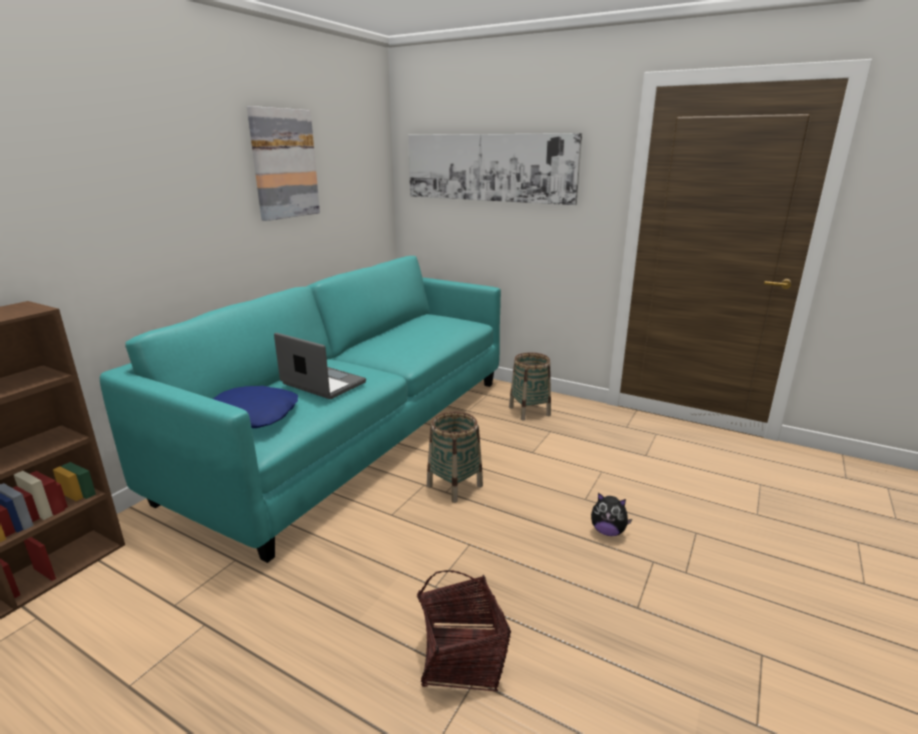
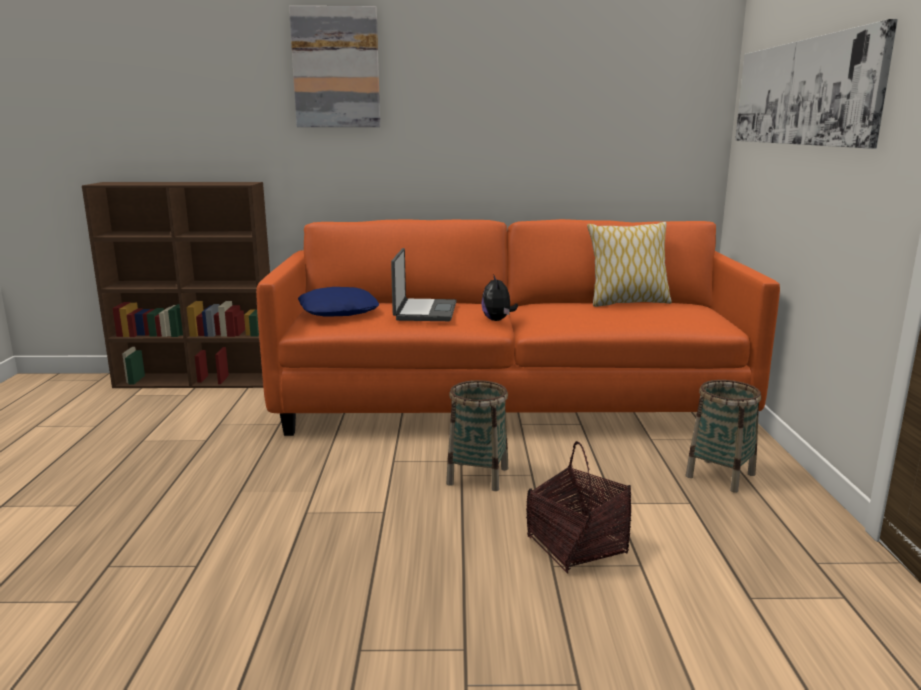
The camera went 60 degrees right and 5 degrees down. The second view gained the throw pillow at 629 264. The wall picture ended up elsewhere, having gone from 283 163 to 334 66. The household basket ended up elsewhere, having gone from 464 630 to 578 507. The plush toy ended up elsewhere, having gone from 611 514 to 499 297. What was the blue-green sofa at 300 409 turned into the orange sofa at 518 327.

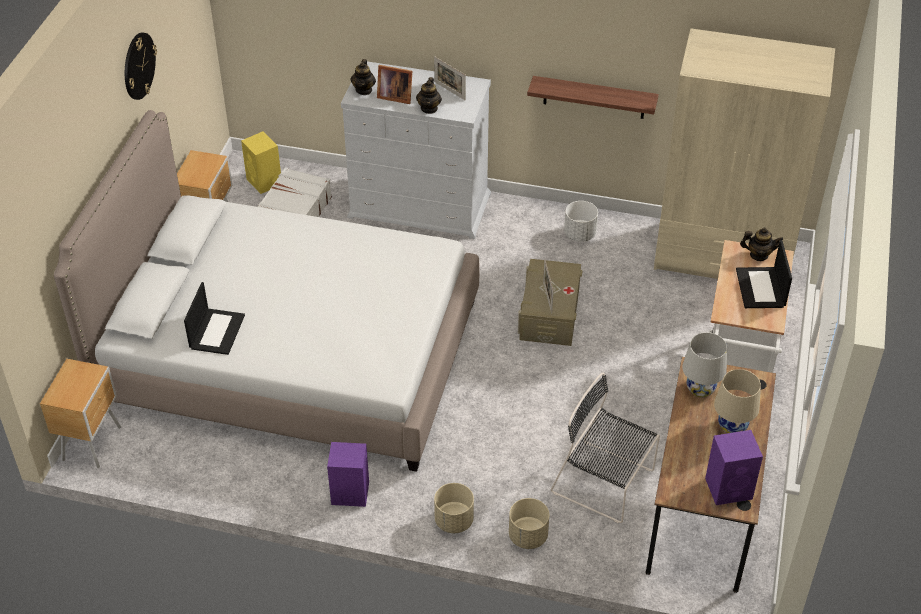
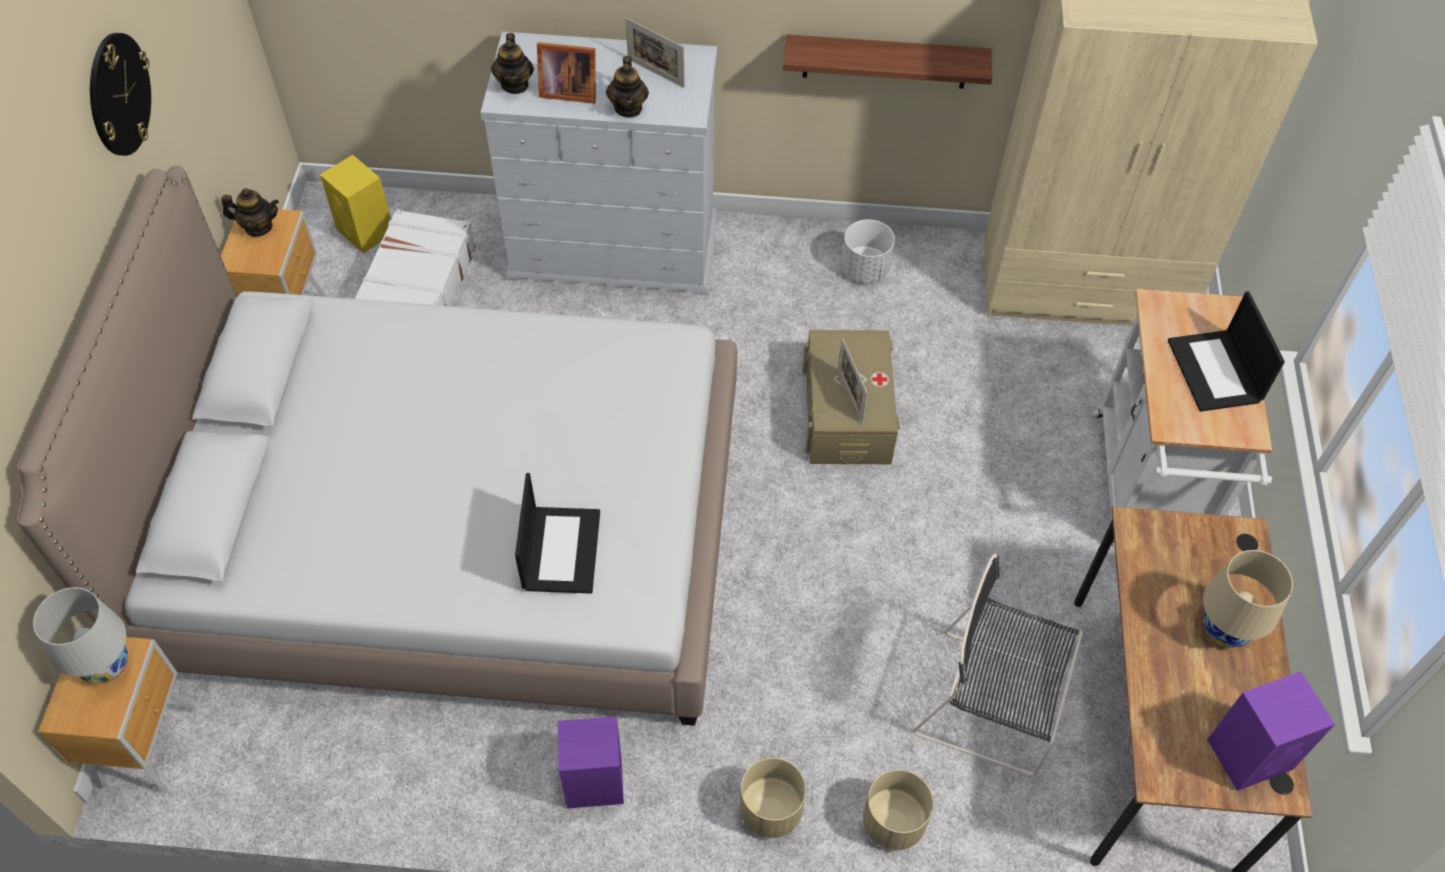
The camera went 10 degrees left and 10 degrees up. The portable computer ended up elsewhere, having gone from 214 318 to 557 533. The whitish lamp for a table ended up elsewhere, having gone from 704 364 to 80 635. The teapot ended up elsewhere, having gone from 761 244 to 250 212.

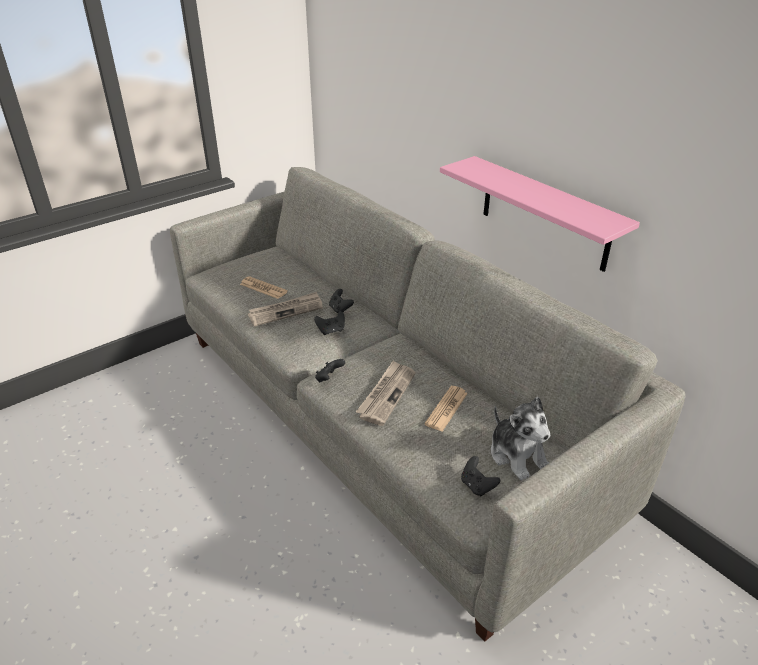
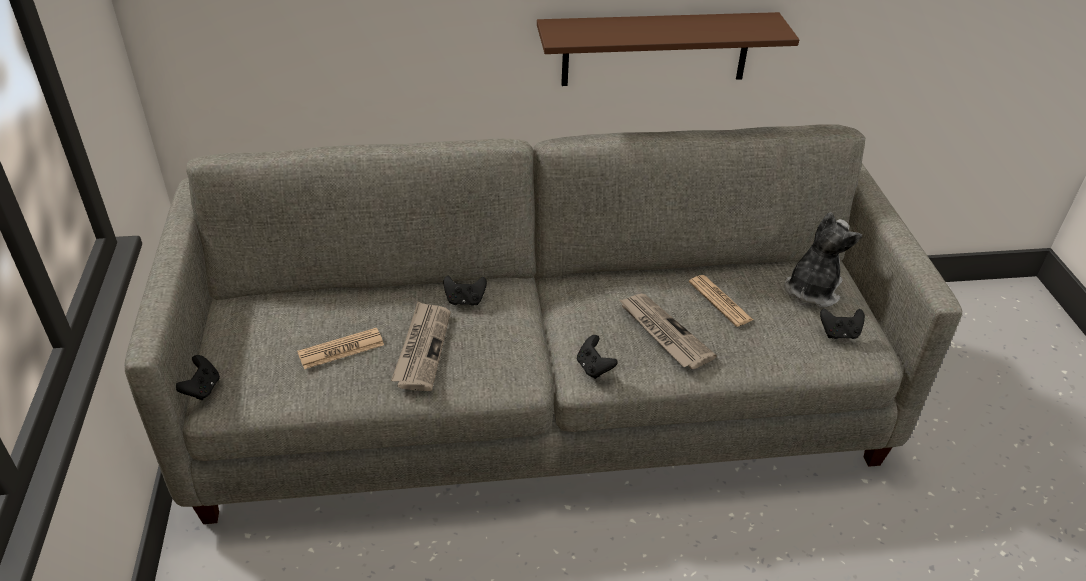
The camera went 60 degrees left and 5 degrees up. The black-coloured game controller ended up elsewhere, having gone from 329 323 to 198 377. What was the pinkish shelf at 540 214 turned into the brown-coloured shelf at 668 49. The plush toy at 521 438 ended up facing another way, 60 degrees counterclockwise from before.

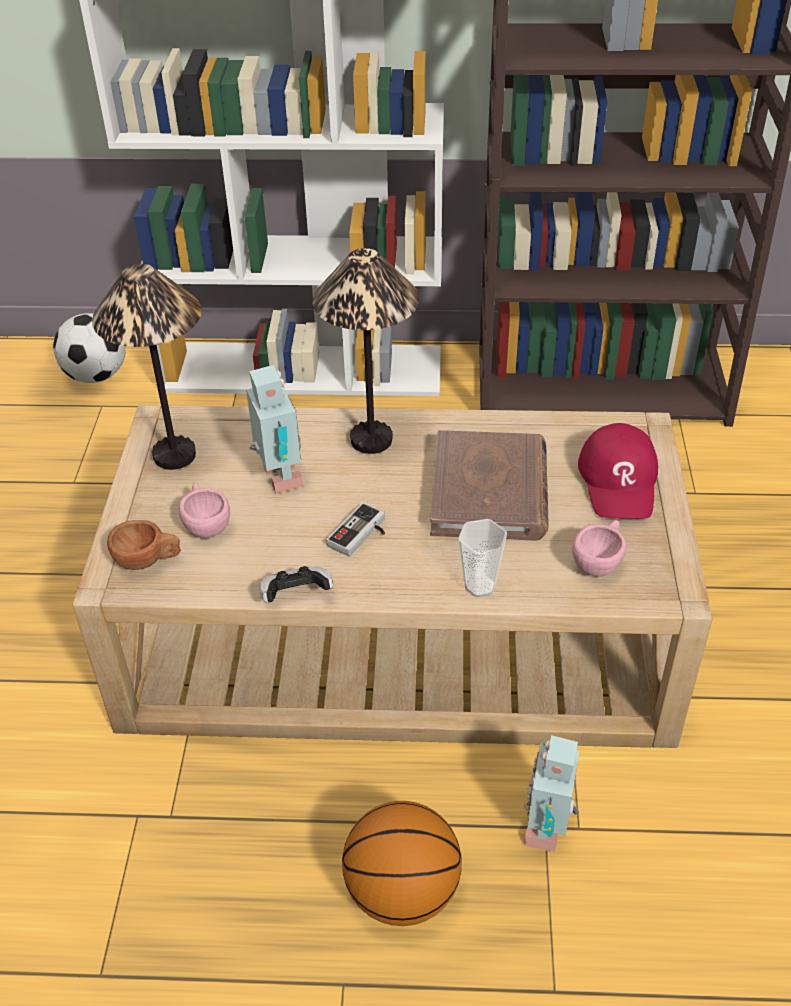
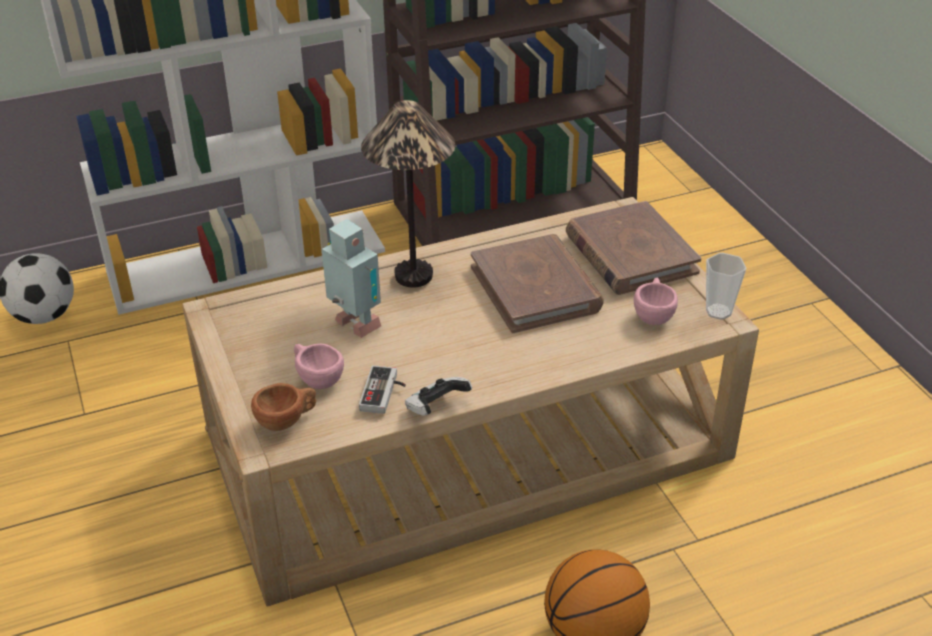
The camera went 25 degrees left and 5 degrees down. The second view lost the lamp for a table at 147 367. The second view lost the model robot at 551 793. The game controller ended up elsewhere, having gone from 355 529 to 382 389. The small cup ended up elsewhere, having gone from 482 558 to 726 286. Where the reddish baseball cap stood at 618 470, the brown-coloured volume came to stand at 633 248.

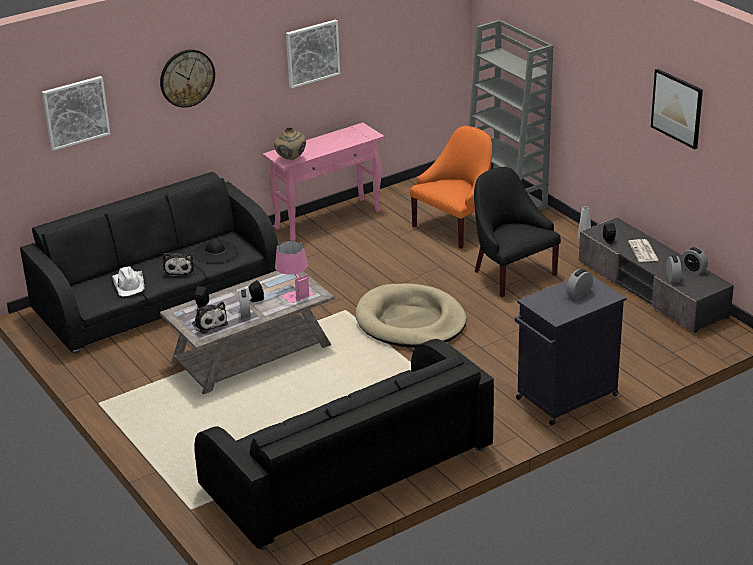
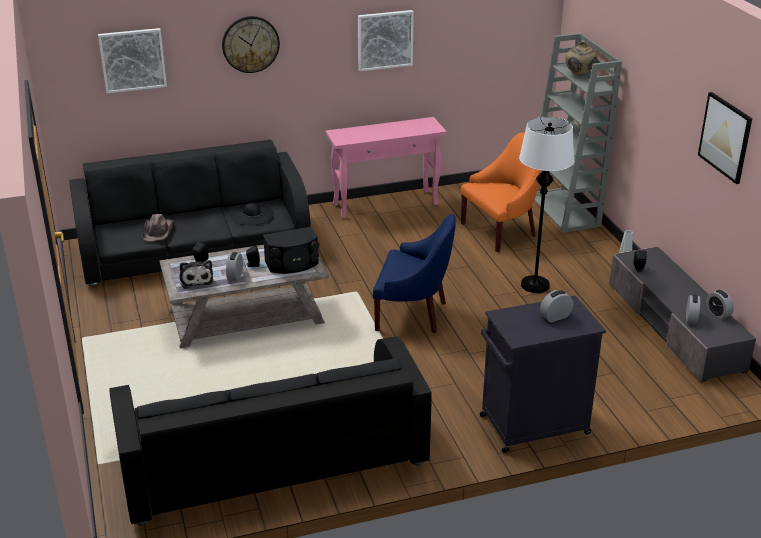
The camera went 15 degrees right and 0 degrees up. The second view lost the plush toy at 178 265. The second view lost the daily paper at 643 250. The beige-coloured vase ended up elsewhere, having gone from 290 143 to 581 59. Where the pinkish lamp for a table stood at 294 272, the black-coloured audio speaker came to stand at 291 250. Where the beige-coloured pet bed stood at 411 316, the blue easy chair came to stand at 414 274. Where the black-coloured easy chair stood at 517 232, the whitish standard lamp came to stand at 547 205. What was the whitish hat at 128 281 turned into the brown-coloured hat at 159 227.

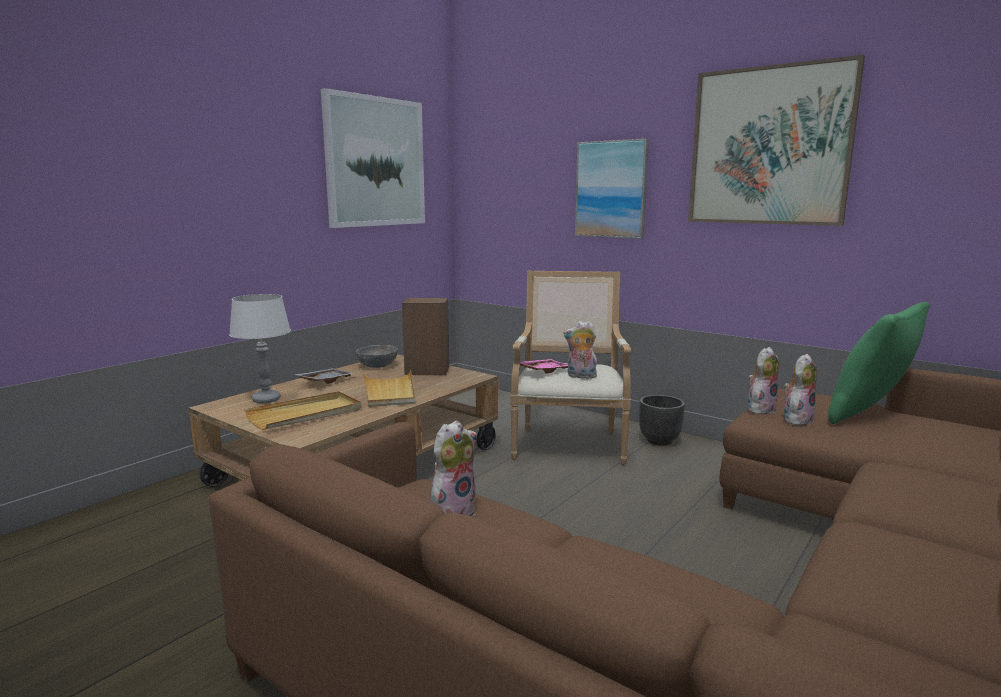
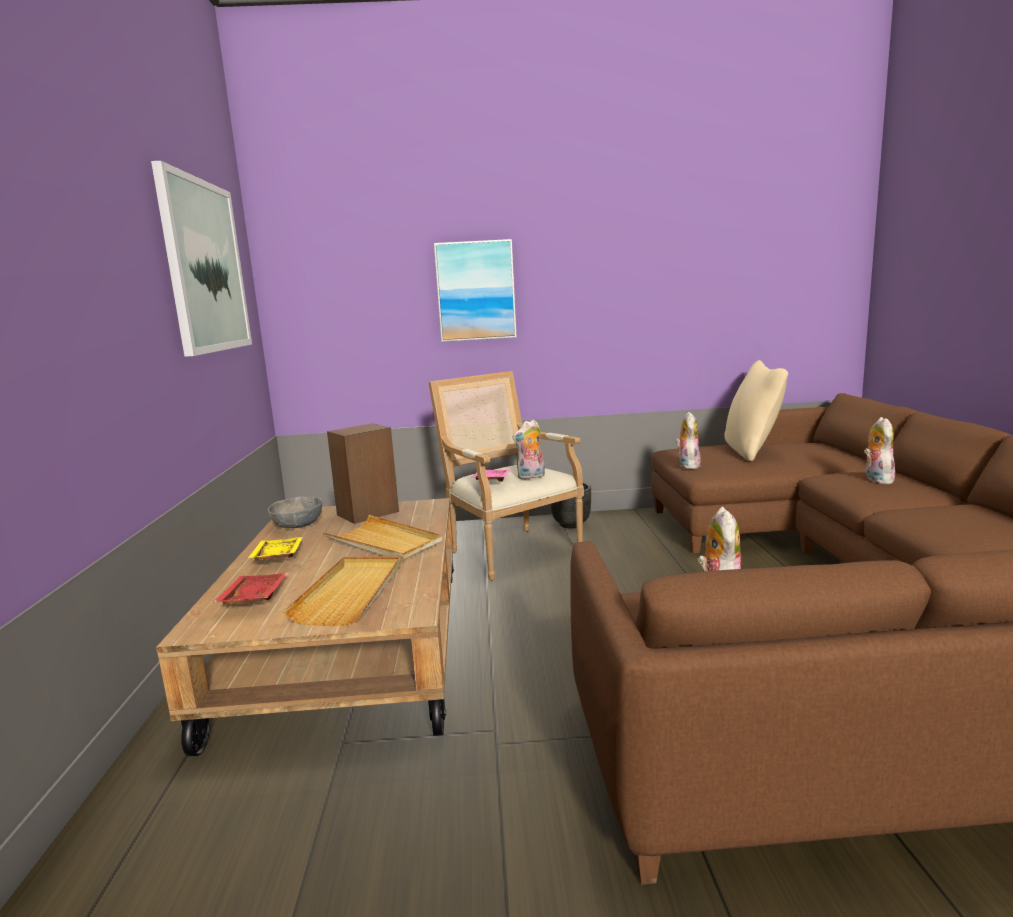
The camera went 40 degrees left and 0 degrees up. The second view lost the wall picture at 776 140. The plush toy ended up elsewhere, having gone from 800 390 to 879 450. Where the grey lamp for a table stood at 260 348, the reddish tray came to stand at 251 588. What was the grey tray at 323 376 turned into the yellow tray at 275 548. What was the green throw pillow at 879 363 turned into the beige-coloured throw pillow at 756 410.

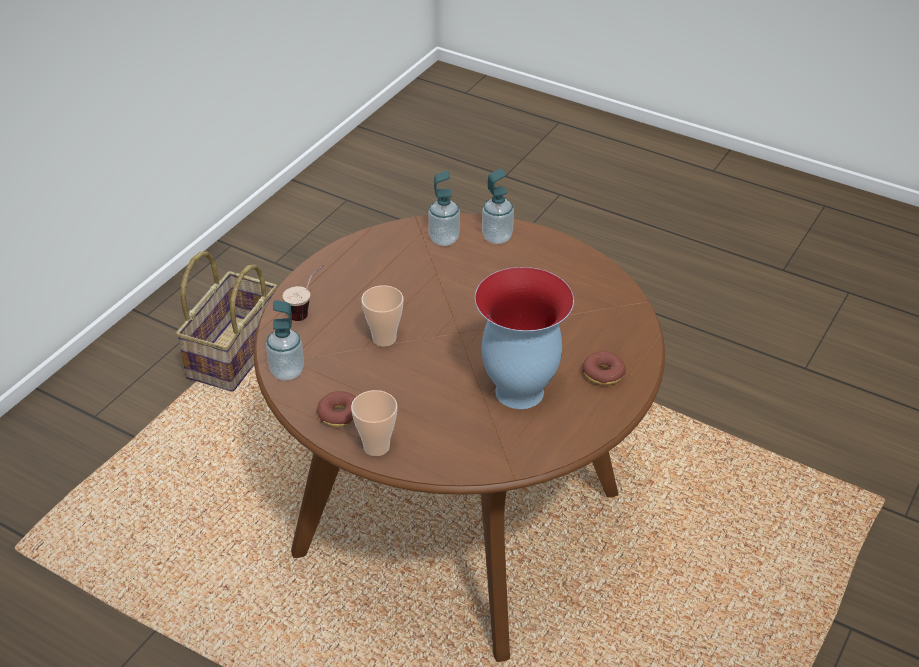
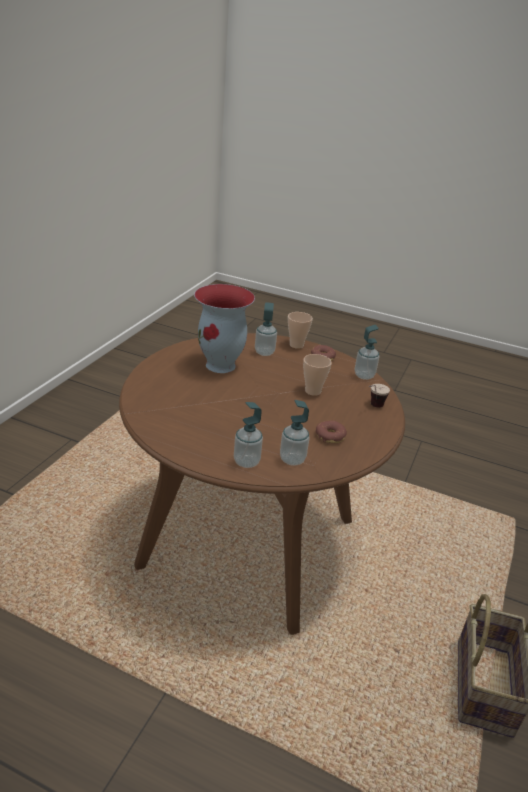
The camera went 170 degrees right and 10 degrees down. The second view gained the soap bottle at 266 329. The doughnut ended up elsewhere, having gone from 604 368 to 331 431.

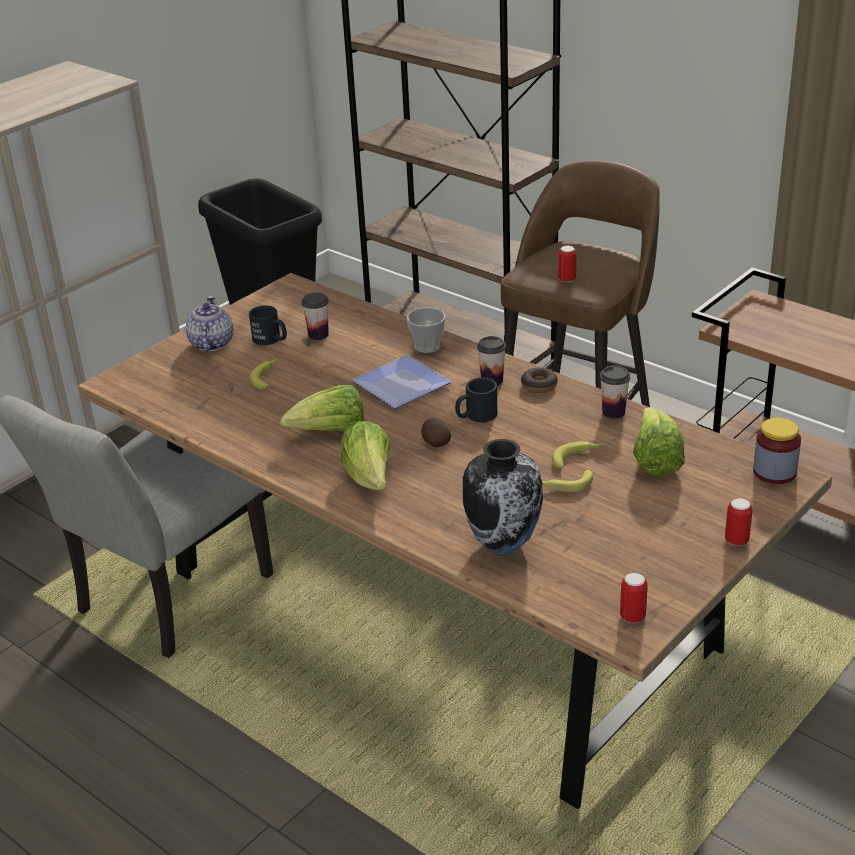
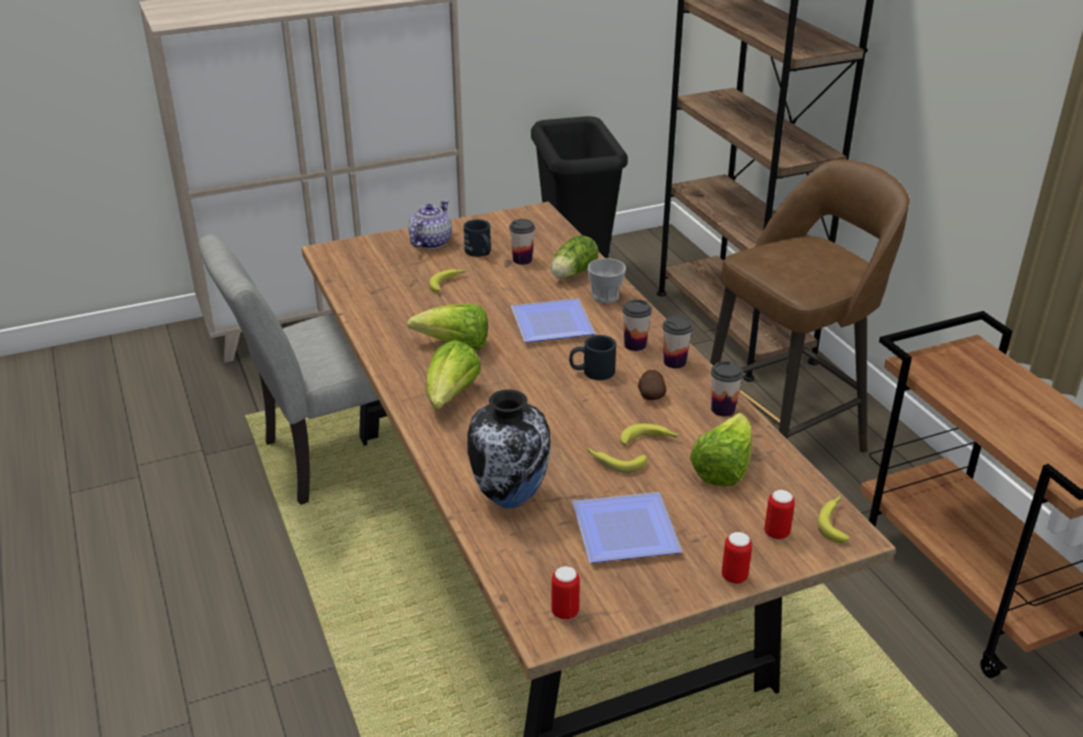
The camera went 25 degrees right and 0 degrees up. The second view gained the lettuce at 575 256. The second view gained the plate at 627 527. The potato ended up elsewhere, having gone from 436 433 to 652 385. The metal can ended up elsewhere, having gone from 567 264 to 779 515. Where the doughnut stood at 539 380, the small cup came to stand at 677 342. Where the storage jar stood at 777 451, the banana came to stand at 833 519.

